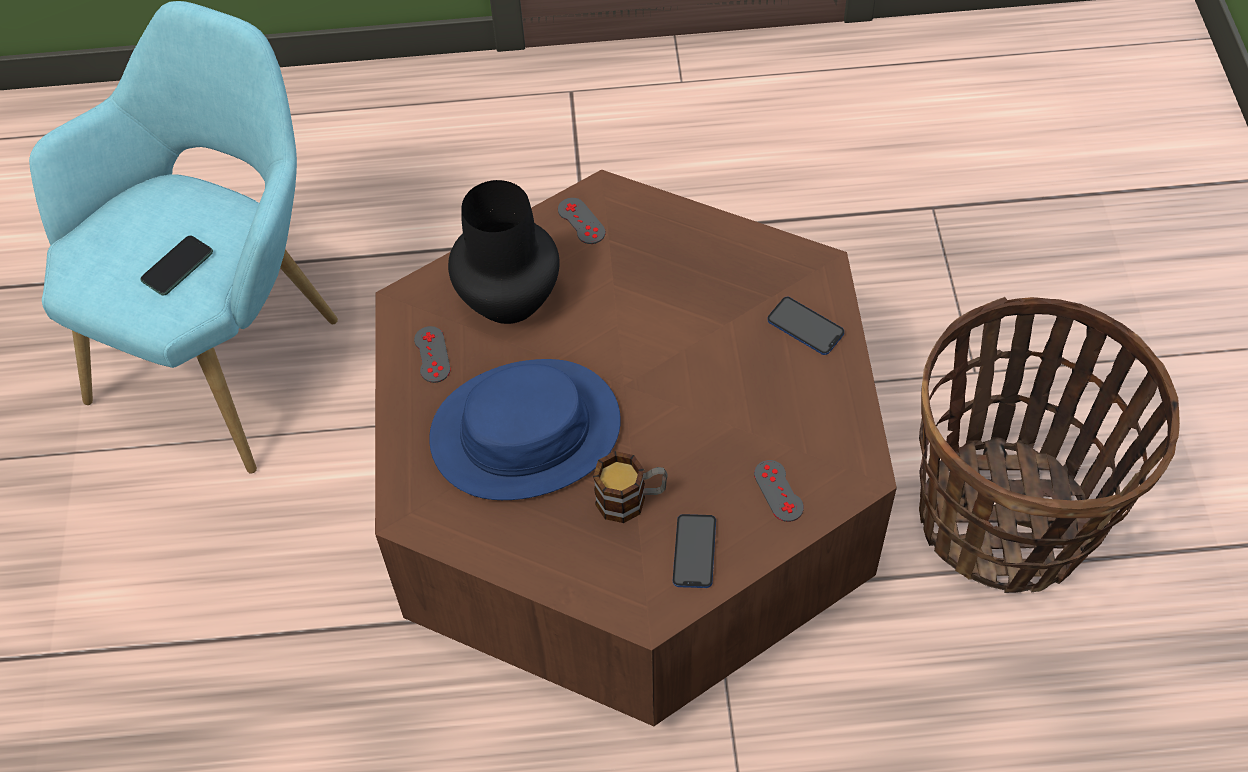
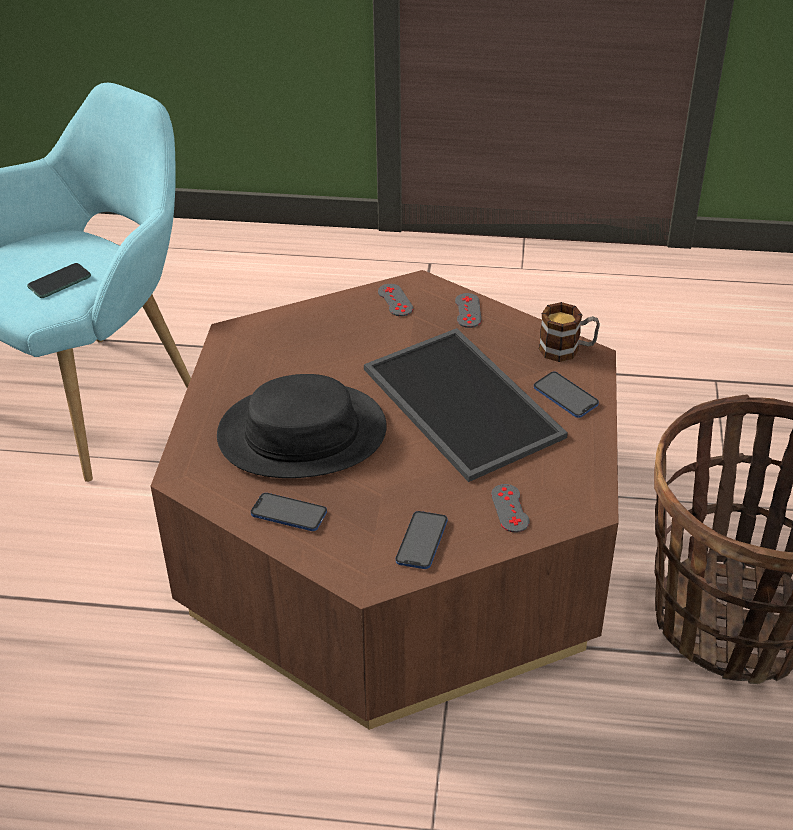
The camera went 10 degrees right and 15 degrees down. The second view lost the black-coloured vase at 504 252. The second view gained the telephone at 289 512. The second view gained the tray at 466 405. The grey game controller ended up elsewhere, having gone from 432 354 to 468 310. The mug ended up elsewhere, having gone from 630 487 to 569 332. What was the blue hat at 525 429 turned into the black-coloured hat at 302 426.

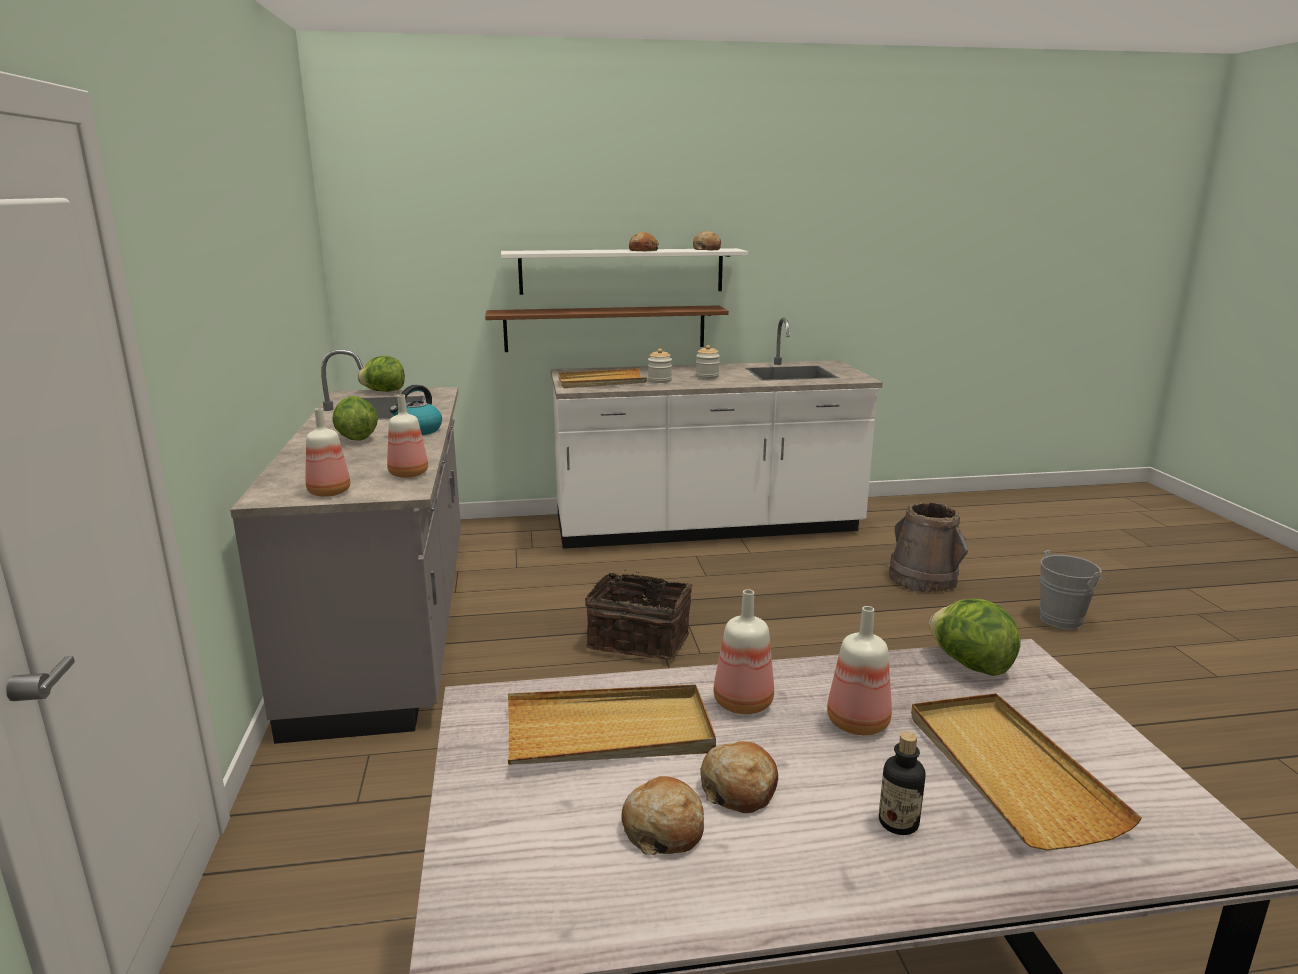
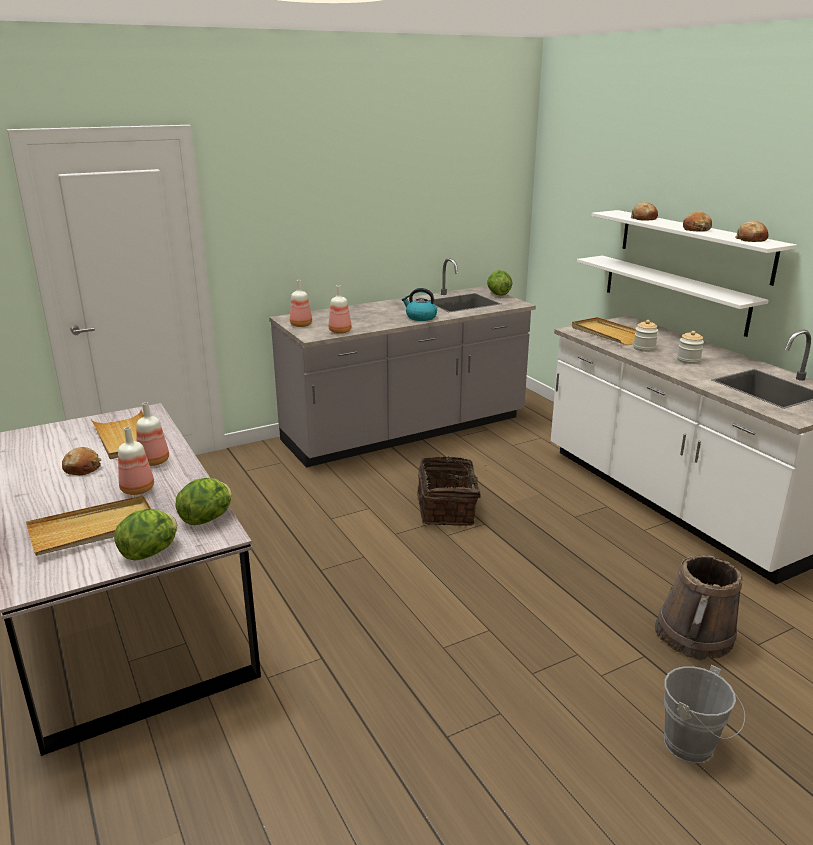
The camera went 70 degrees right and 5 degrees up. The second view lost the drink bottle at 902 783. The lettuce ended up elsewhere, having gone from 355 418 to 145 535. The baked bread ended up elsewhere, having gone from 662 815 to 644 211. What was the brown-coloured shelf at 607 328 turned into the whitish shelf at 673 296.

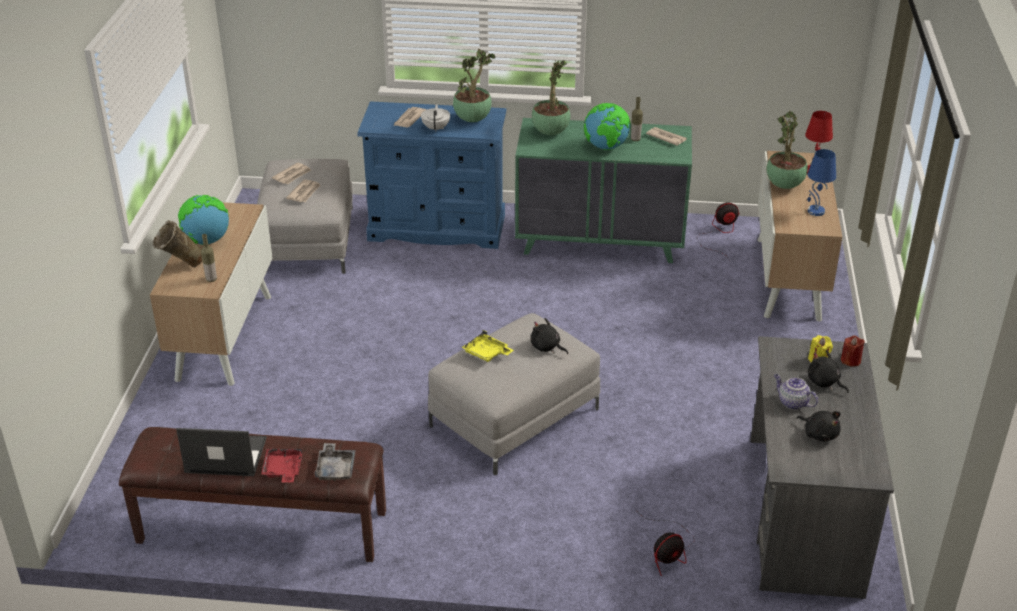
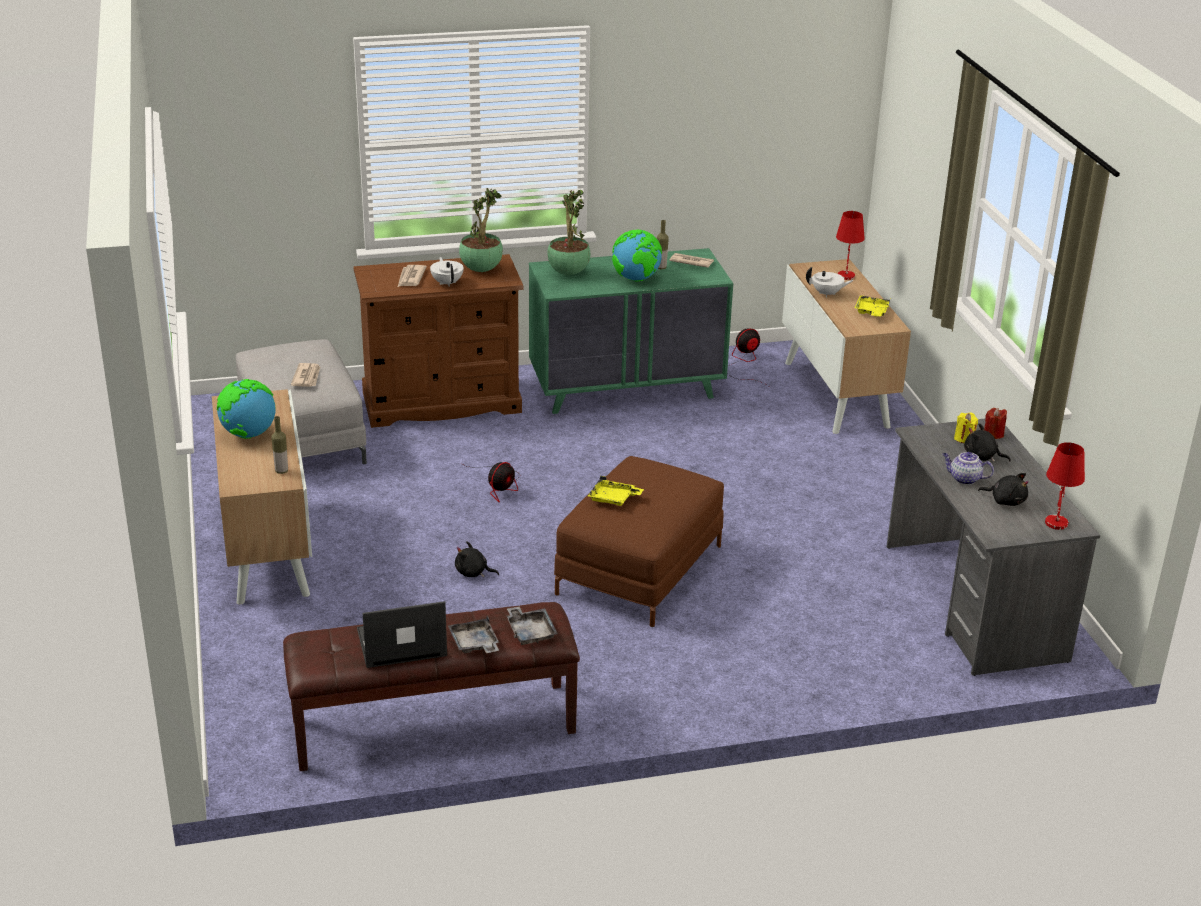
The camera went 20 degrees left and 5 degrees down. The second view lost the beige-coloured vase at 177 243. The second view lost the daily paper at 291 173. The second view gained the reddish lamp for a table at 1065 486. The black-coloured plush toy ended up elsewhere, having gone from 549 336 to 477 559. The electric fan ended up elsewhere, having gone from 668 546 to 492 482. Where the potted plant stood at 787 149, the whitish teapot came to stand at 830 282. Where the blue lamp for a table stood at 821 182, the yellow tray came to stand at 872 306. What was the reddish tray at 281 466 turned into the grey tray at 473 634. What was the blue chest of drawers at 431 175 turned into the brown-coloured chest of drawers at 439 341. What was the grey pouffe at 514 394 turned into the brown-coloured pouffe at 639 541.

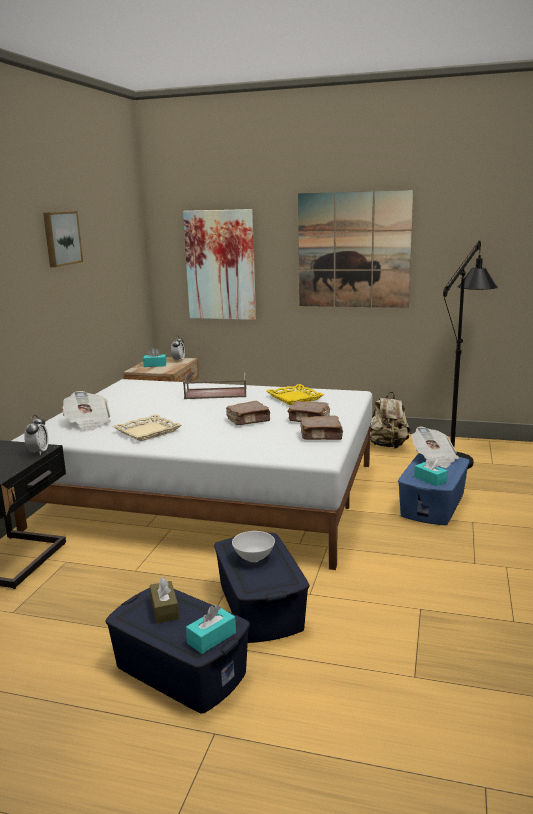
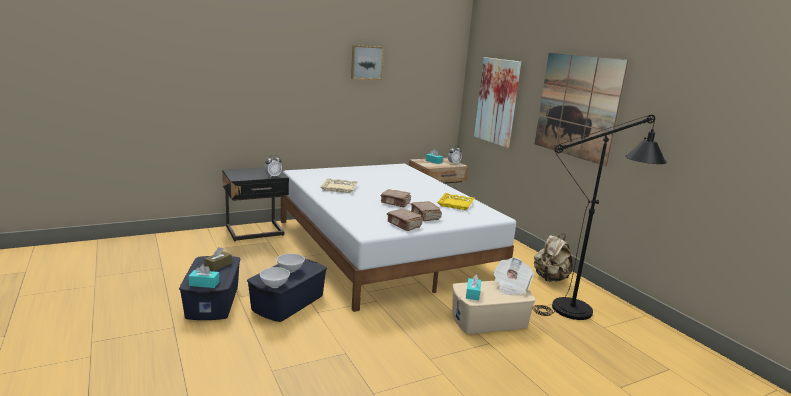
The camera went 45 degrees right and 0 degrees up. The second view lost the daily paper at 86 411. The second view lost the brown-coloured tray at 214 385. The second view gained the whitish deep dish at 275 277. What was the blue storage bin at 434 489 turned into the beige-coloured storage bin at 494 307.

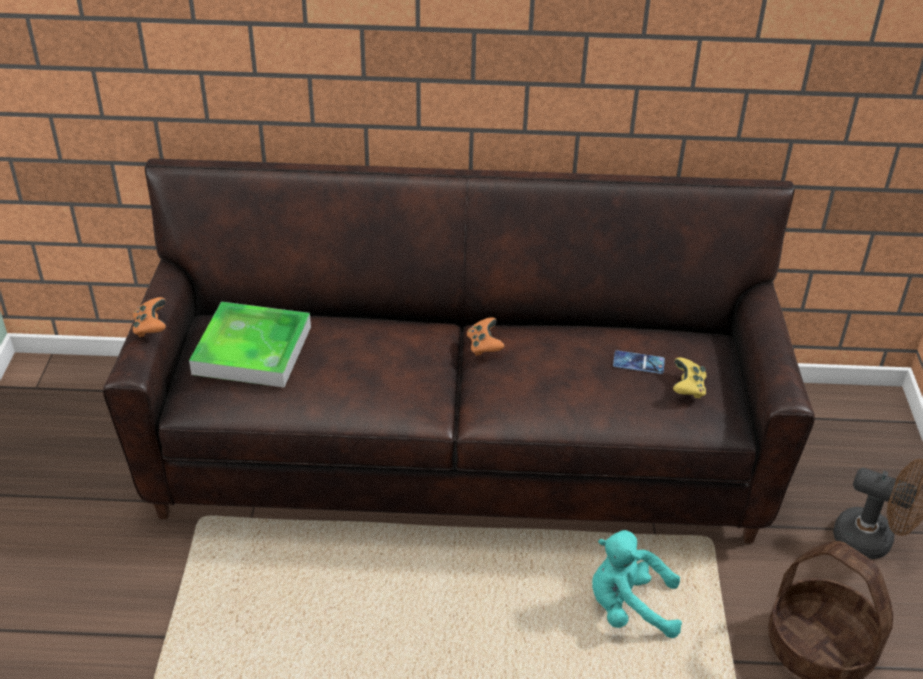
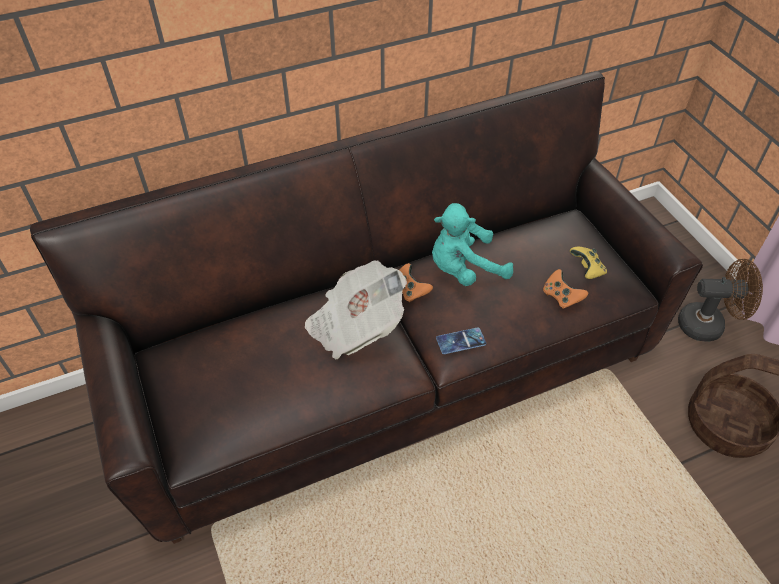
The camera went 25 degrees left and 10 degrees up. The second view lost the tray at 250 345. The second view gained the daily paper at 356 309. The orange game controller ended up elsewhere, having gone from 149 317 to 565 289. The blue-green plush toy ended up elsewhere, having gone from 637 584 to 472 244. The telephone ended up elsewhere, having gone from 639 362 to 461 340.

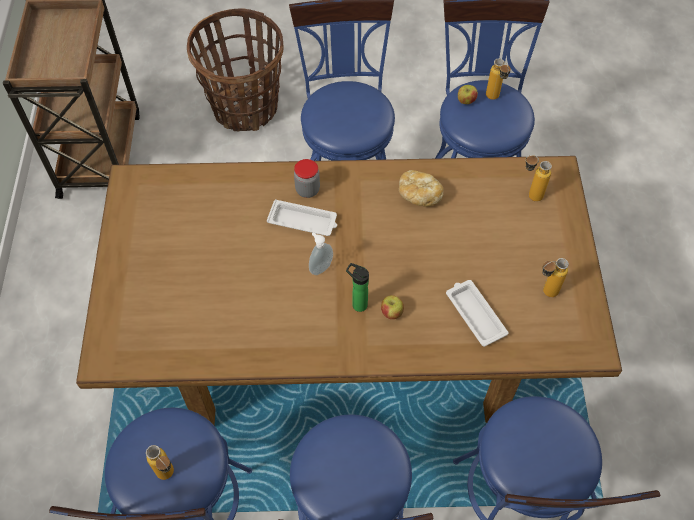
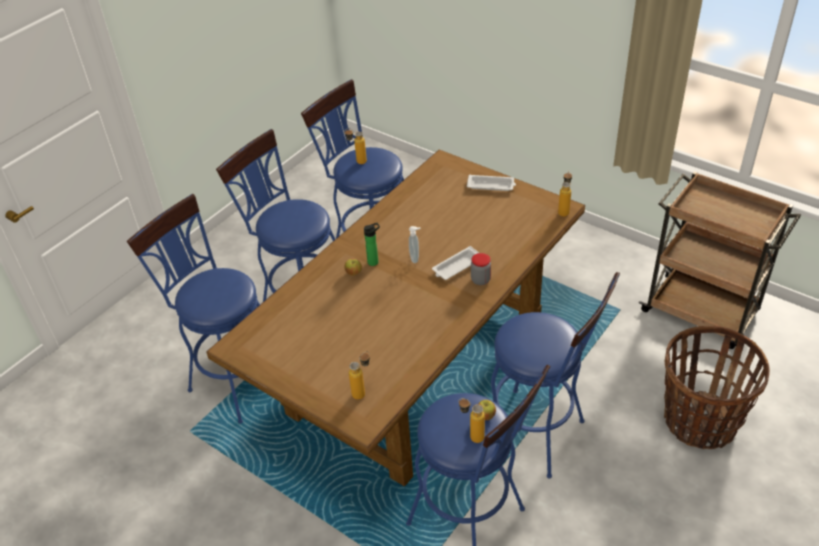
The camera went 130 degrees right and 15 degrees down. The second view lost the baked bread at 421 188. The whitish tray ended up elsewhere, having gone from 477 313 to 491 182. The drink bottle ended up elsewhere, having gone from 555 277 to 565 194.

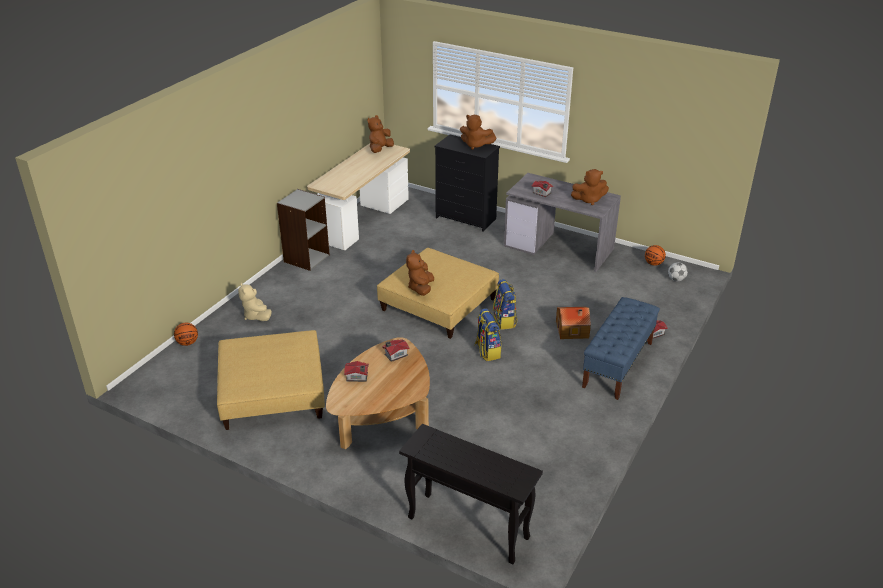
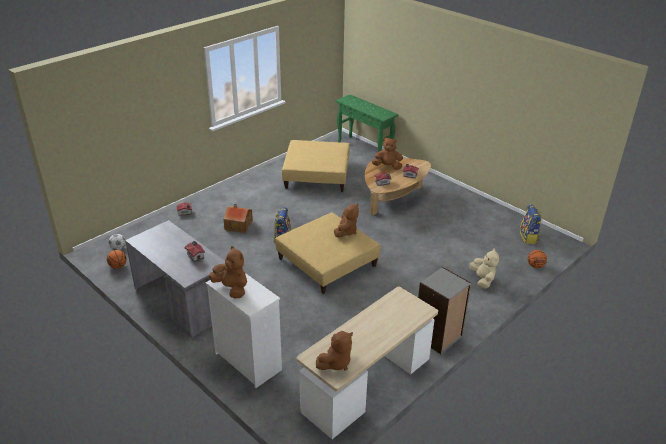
The camera went 165 degrees left and 0 degrees up. The second view lost the blue bench at 621 348. The beige-coloured pouffe ended up elsewhere, having gone from 271 380 to 316 166. The knapsack ended up elsewhere, having gone from 488 334 to 531 224. The brown-coloured plush toy ended up elsewhere, having gone from 590 187 to 387 153. What was the black-coloured narrow table at 471 494 turned into the green narrow table at 366 123. What was the black-coloured chest of drawers at 467 183 turned into the whitish chest of drawers at 244 330.

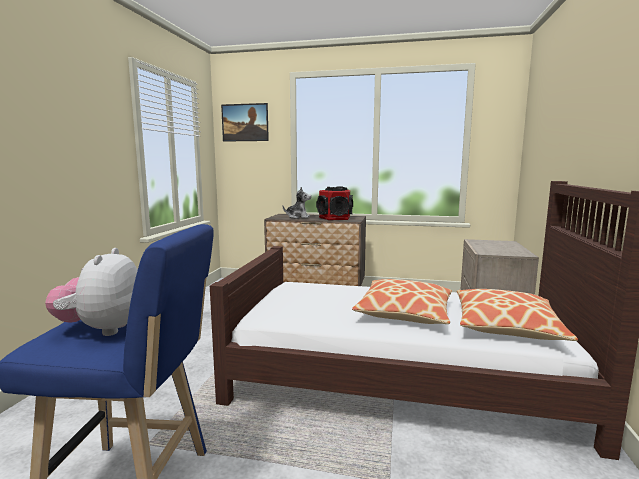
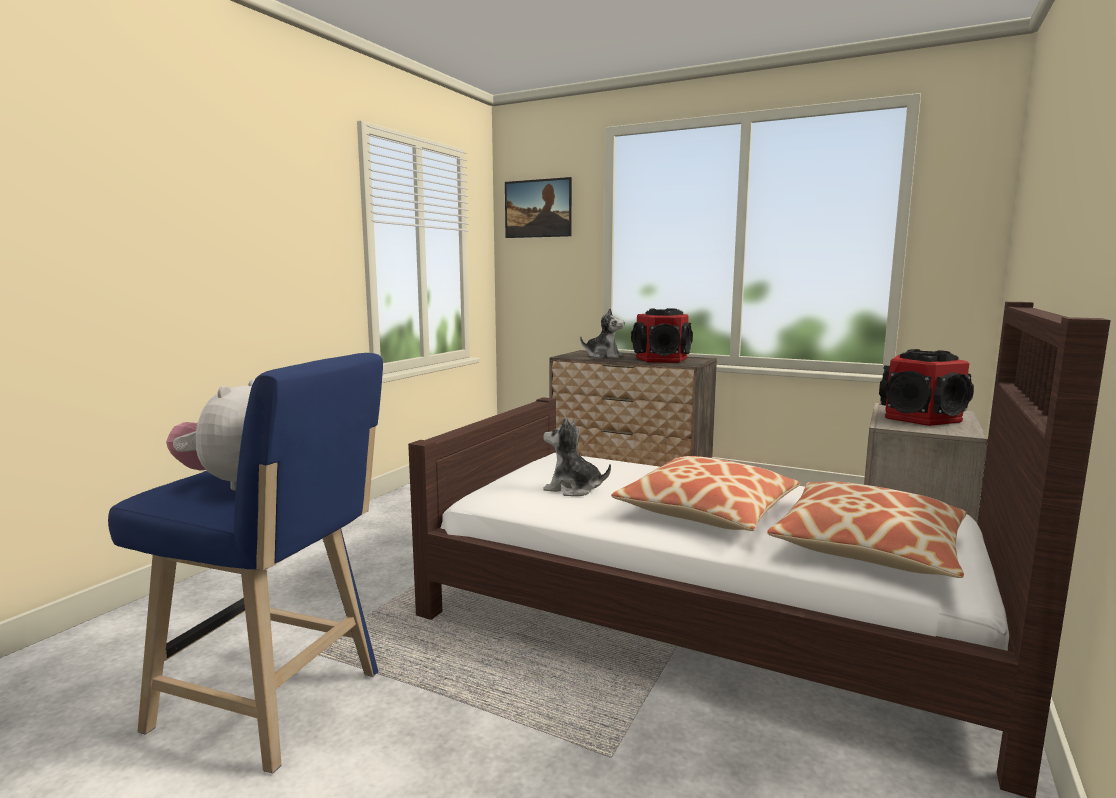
The camera went 15 degrees right and 0 degrees up. The second view gained the plush toy at 577 456. The second view gained the audio speaker at 926 387.

